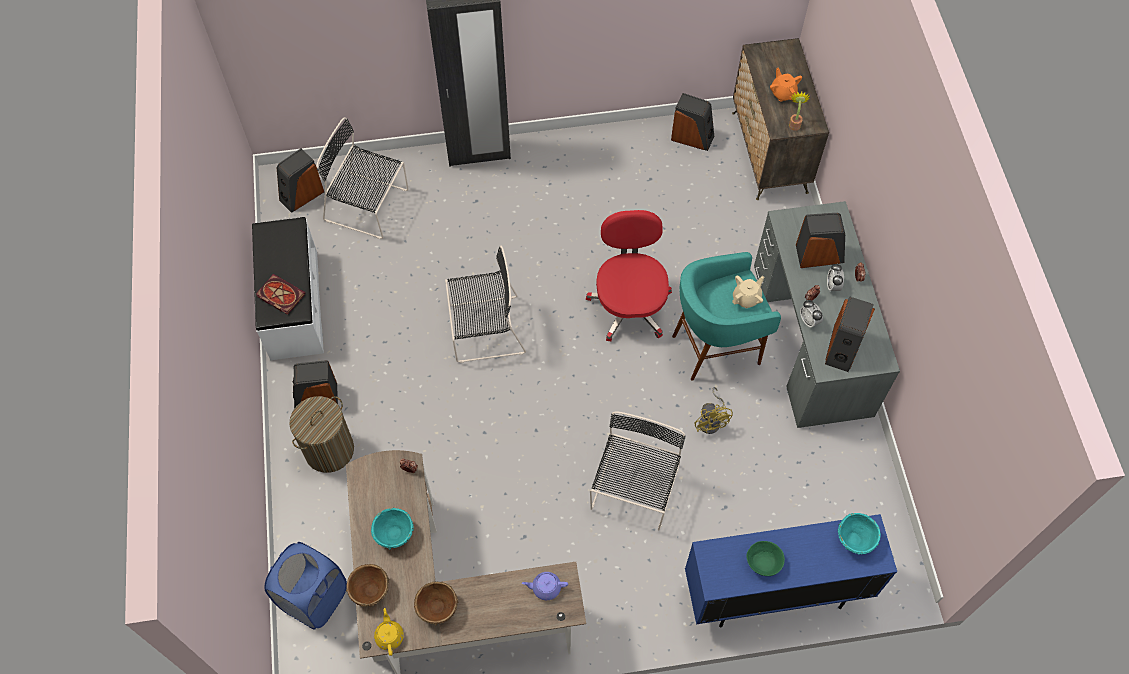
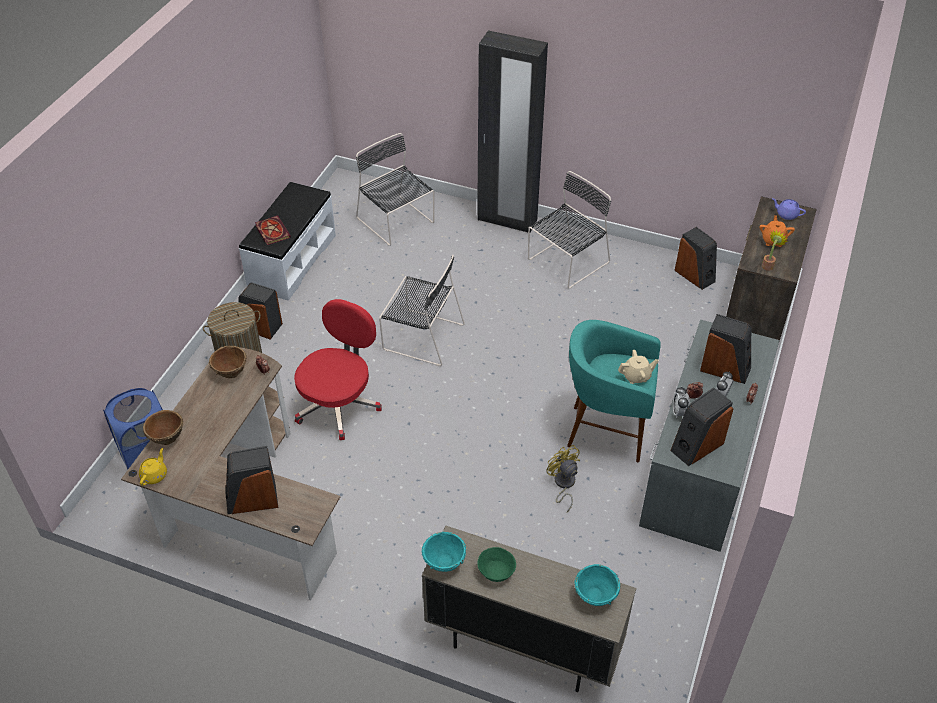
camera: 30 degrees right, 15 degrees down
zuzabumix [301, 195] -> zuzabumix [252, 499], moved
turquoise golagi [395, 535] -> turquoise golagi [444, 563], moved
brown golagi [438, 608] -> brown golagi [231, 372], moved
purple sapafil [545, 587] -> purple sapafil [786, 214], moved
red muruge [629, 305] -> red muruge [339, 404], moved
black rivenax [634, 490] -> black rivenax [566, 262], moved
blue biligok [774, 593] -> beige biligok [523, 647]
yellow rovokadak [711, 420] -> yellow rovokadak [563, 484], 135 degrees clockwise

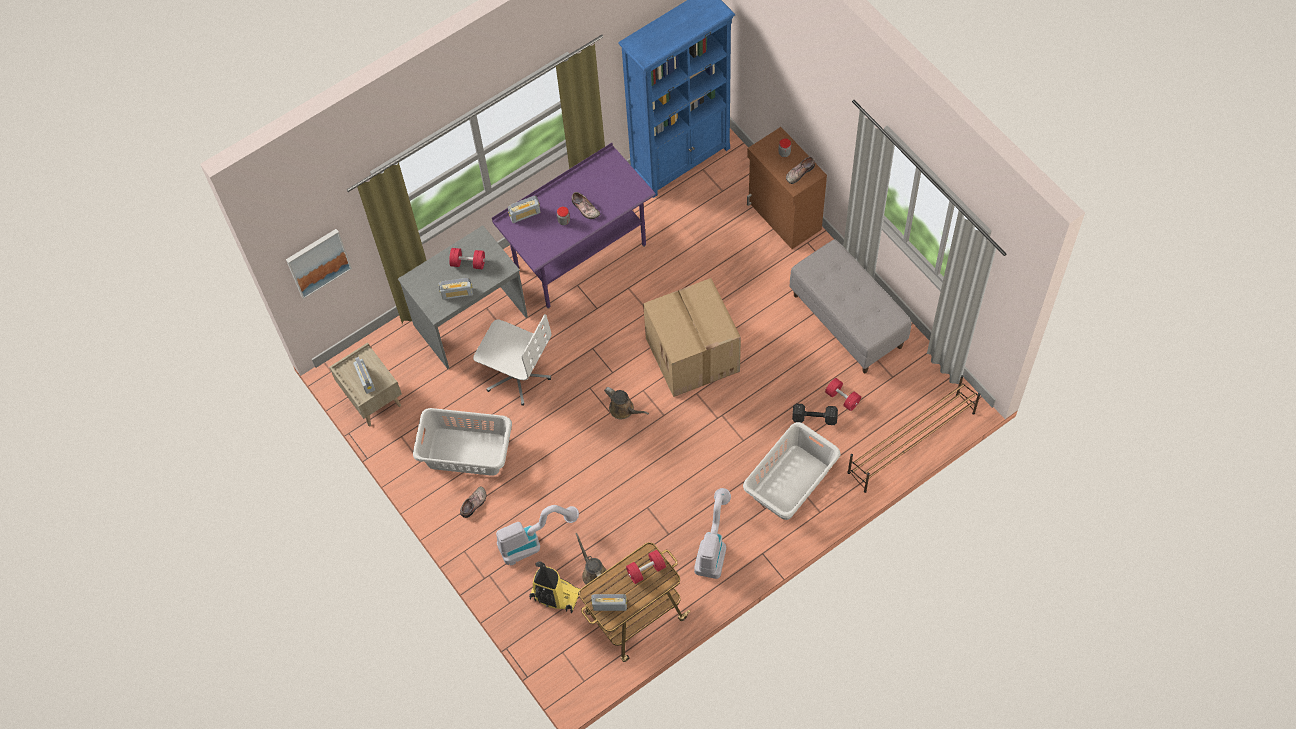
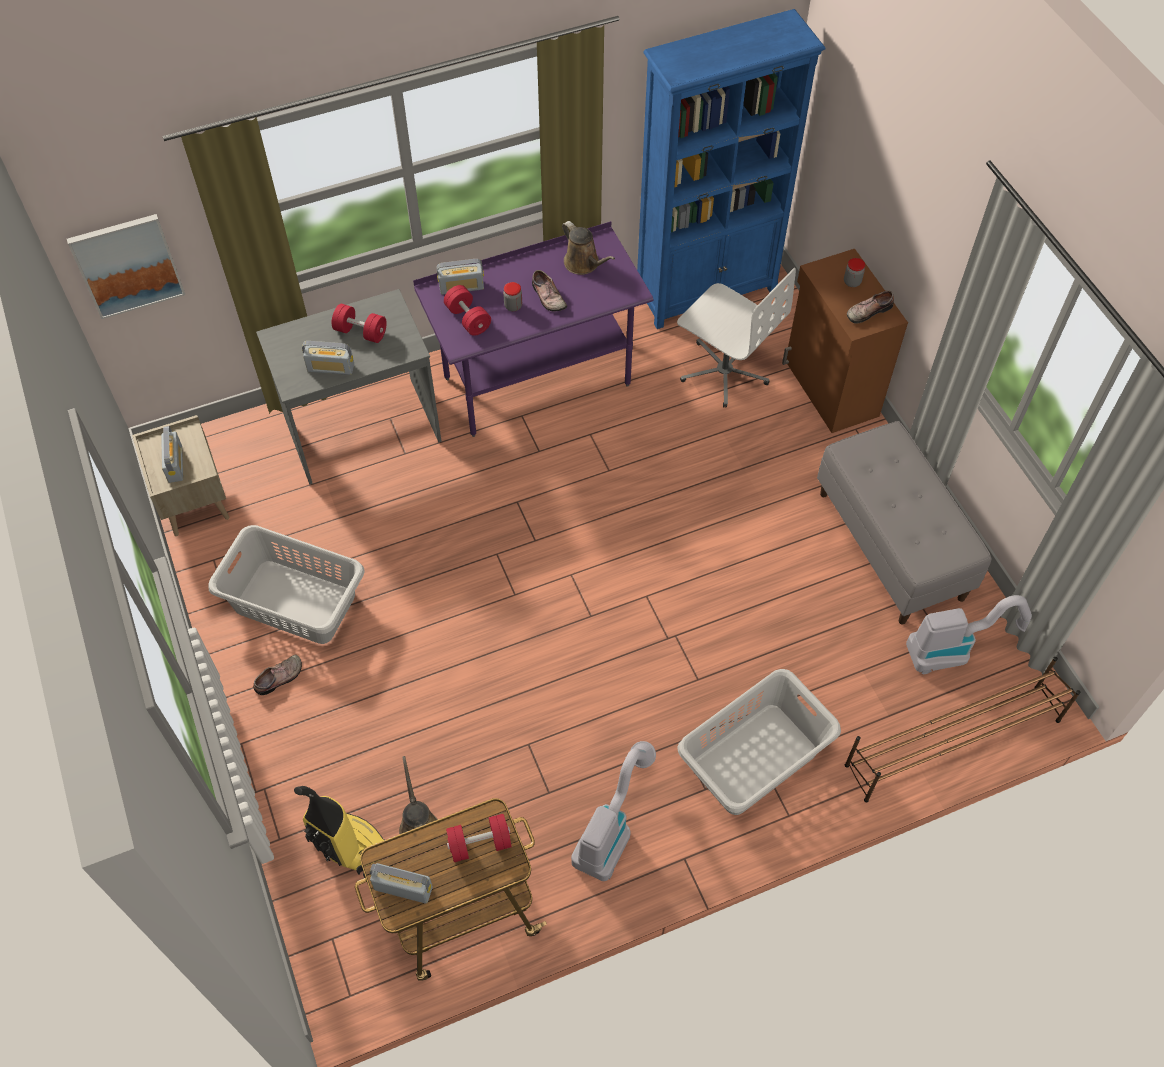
camera: 10 degrees right, 5 degrees down
white muruge [517, 375] -> white muruge [724, 371], moved
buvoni [533, 541] -> buvoni [957, 649], moved
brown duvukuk [623, 409] -> brown duvukuk [584, 264], moved
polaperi [694, 355] -> none
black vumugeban [815, 418] -> none
red vumugeban [842, 398] -> red vumugeban [468, 319], moved

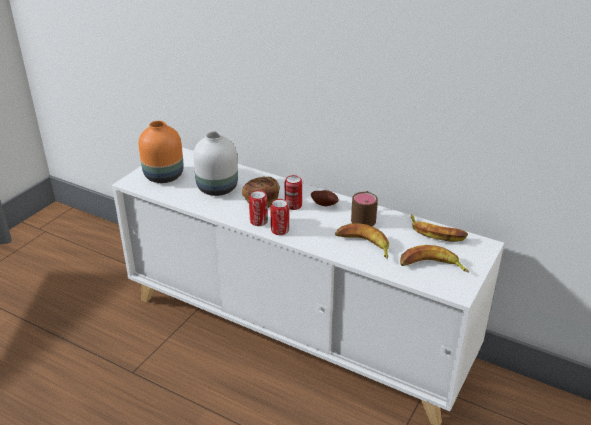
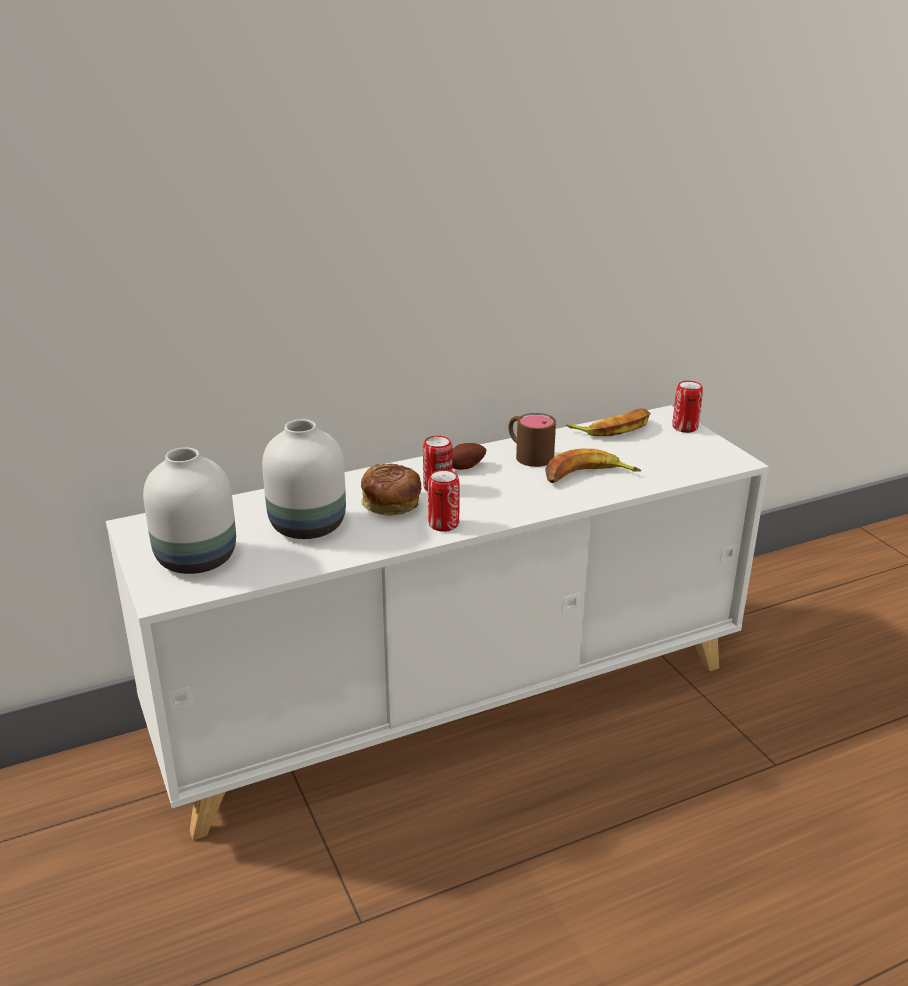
camera: 55 degrees left, 5 degrees down
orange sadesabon [164, 176] -> white sadesabon [199, 559]
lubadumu [280, 230] -> lubadumu [685, 427], moved
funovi [431, 266] -> none

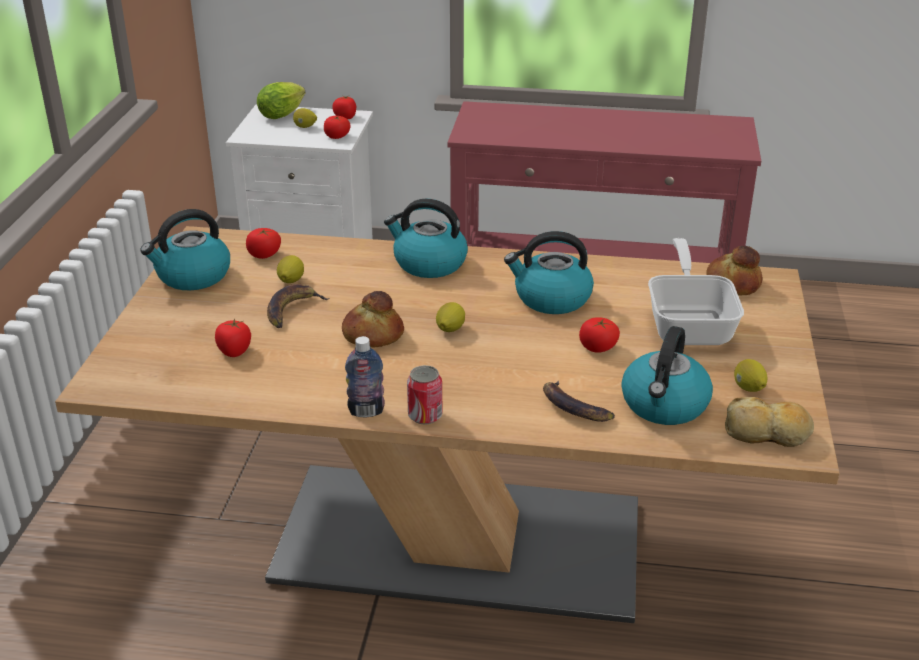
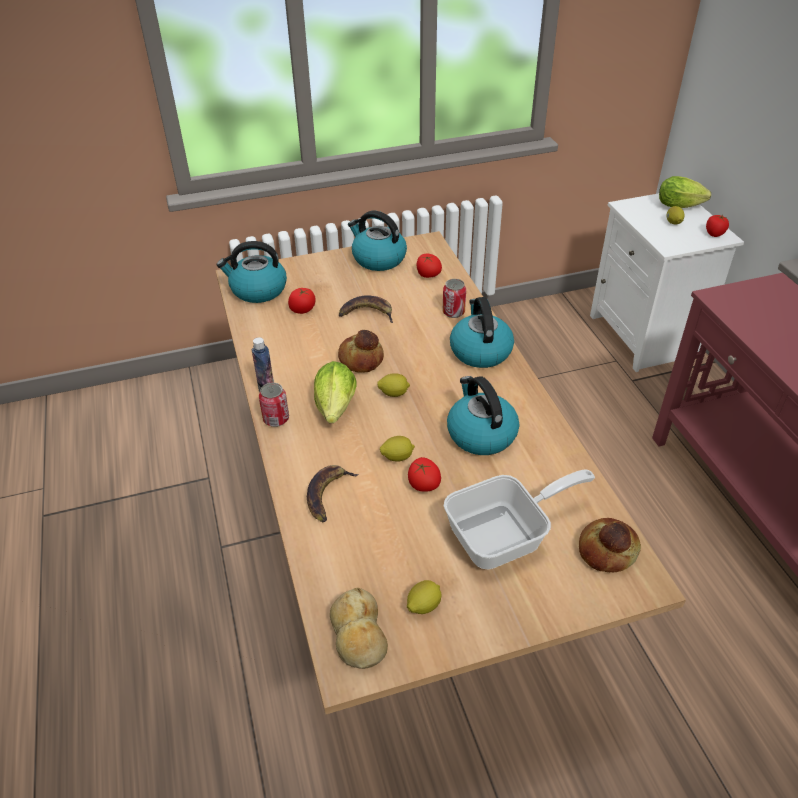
camera: 65 degrees right, 10 degrees up
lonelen [290, 281] -> lonelen [397, 457], moved
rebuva [337, 137] -> none
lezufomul [664, 405] -> lezufomul [257, 290], moved
none -> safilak [335, 410]
none -> lubadumu [453, 312]

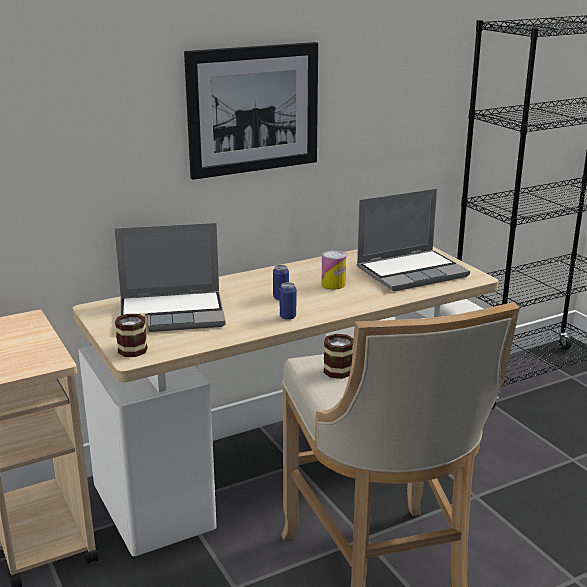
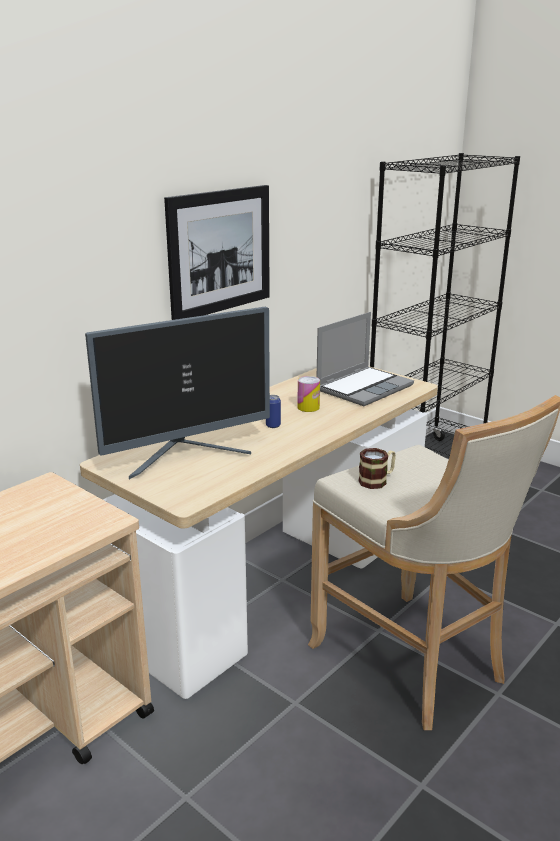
camera: 20 degrees left, 0 degrees up
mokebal [173, 313] -> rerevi [187, 455]
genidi [136, 347] -> none
lubadumu [288, 316] -> none

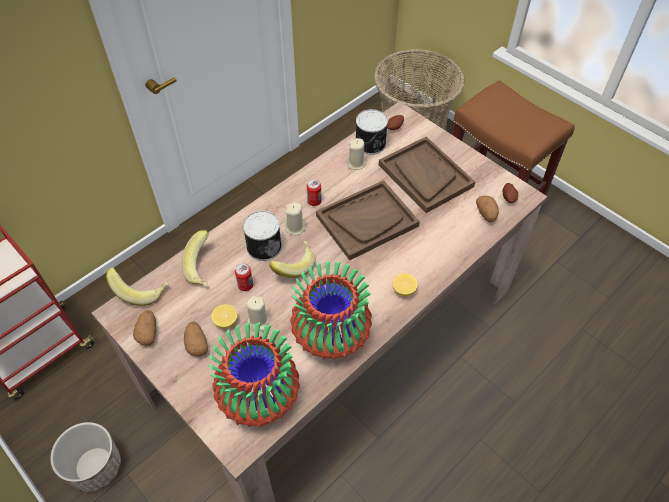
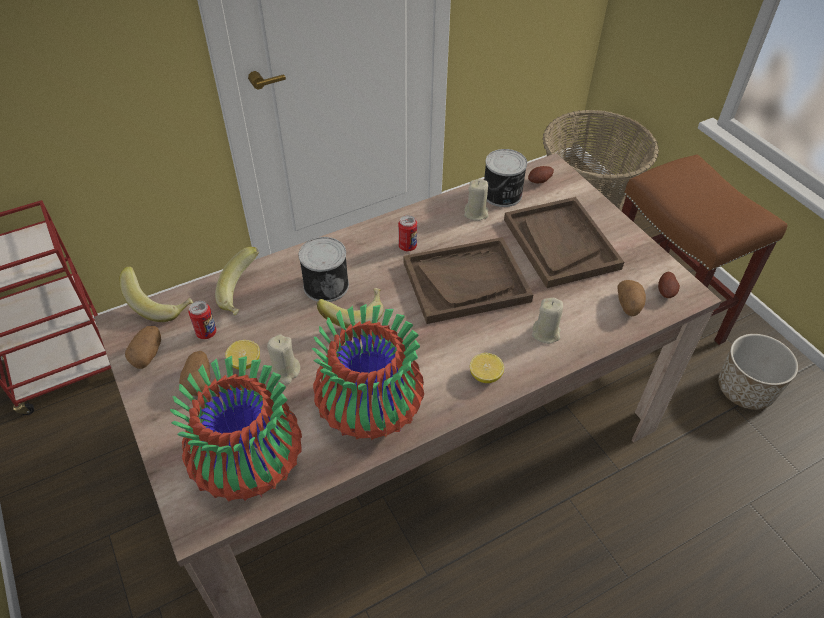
camera: 15 degrees right, 5 degrees down
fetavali [96, 467] -> fetavali [745, 389], moved
lubadumu [245, 285] -> lubadumu [206, 333], moved
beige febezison [295, 228] -> beige febezison [546, 333], moved

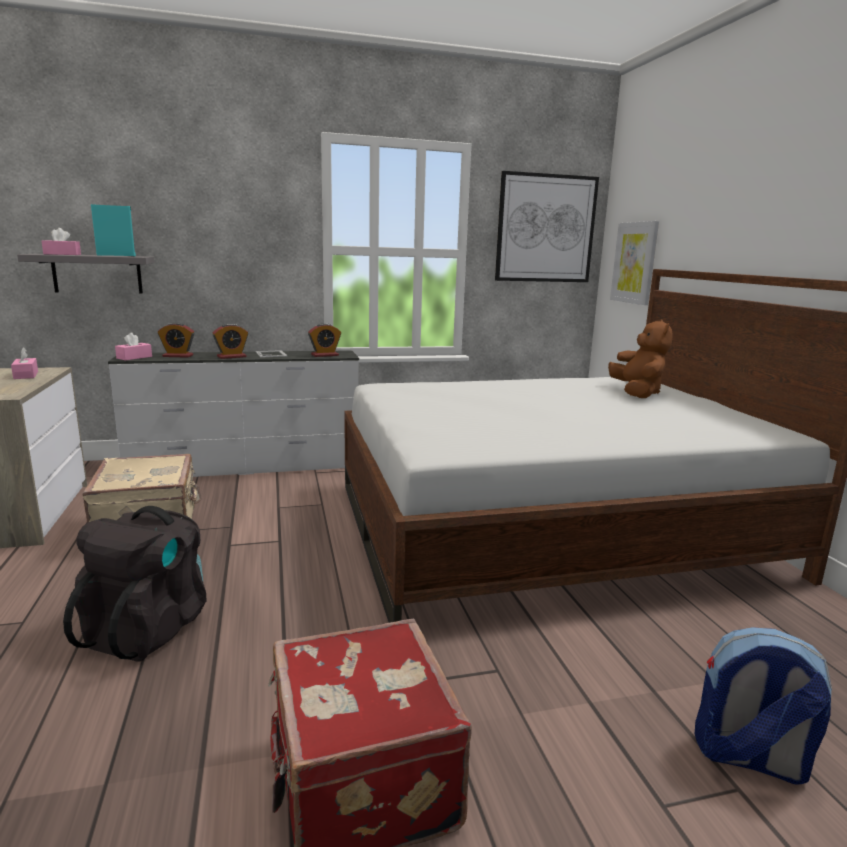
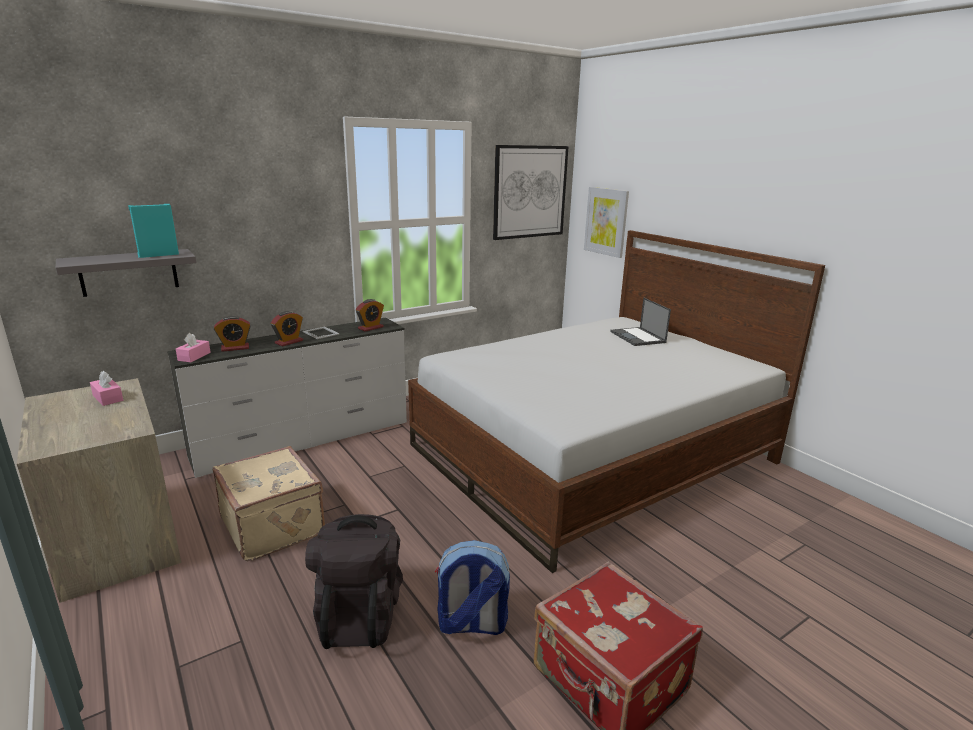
camera: 20 degrees left, 5 degrees up
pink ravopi [62, 254] -> none
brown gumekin [637, 393] -> mokebal [638, 337]
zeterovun [748, 758] -> zeterovun [471, 624], moved

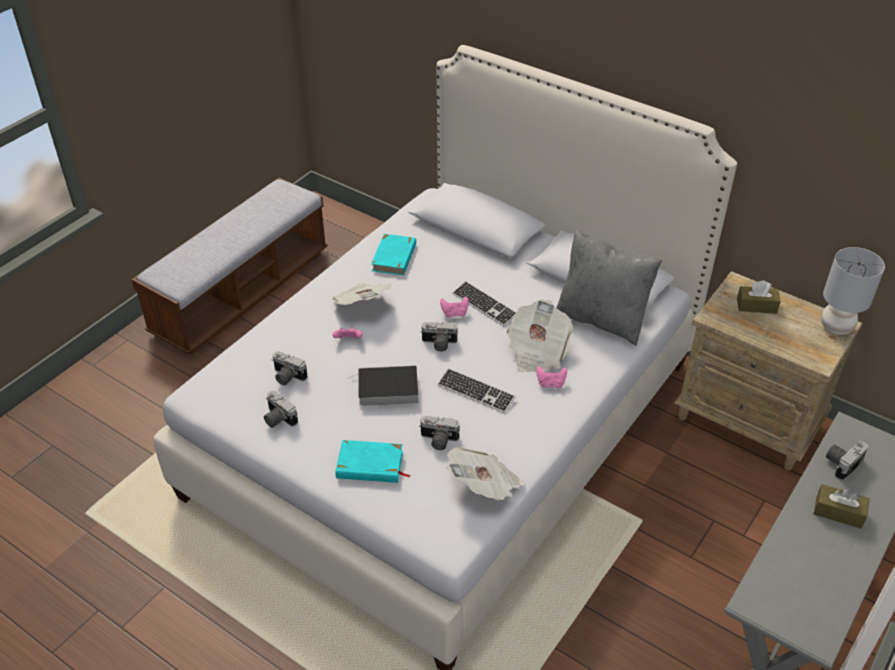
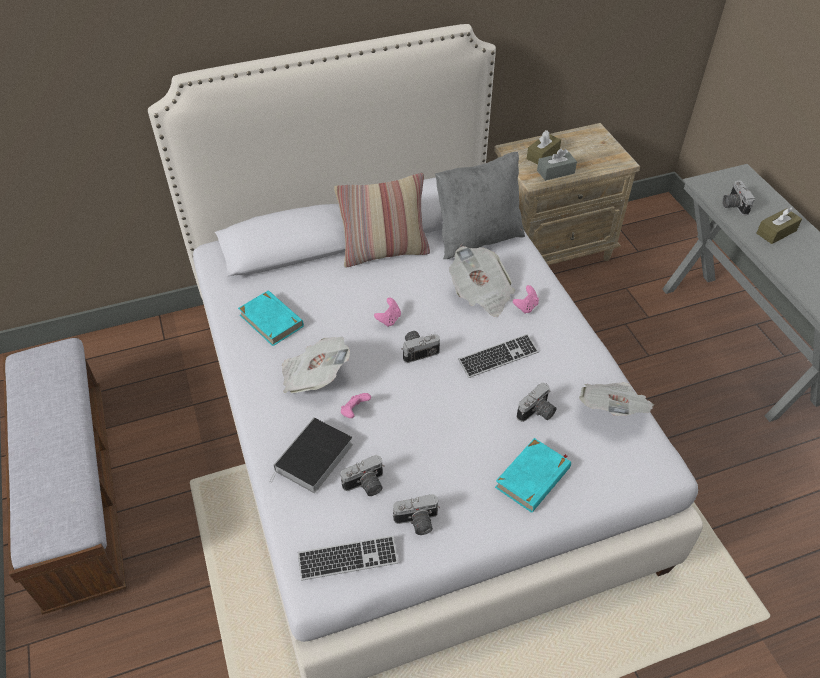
camera: 55 degrees left, 5 degrees up
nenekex [386, 389] -> nenekex [313, 459], moved
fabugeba [438, 344] -> fabugeba [418, 350], 150 degrees counterclockwise
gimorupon [484, 305] -> gimorupon [348, 559], moved
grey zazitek [836, 327] -> none
none -> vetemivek [384, 252]
none -> grey ravopi [555, 172]

